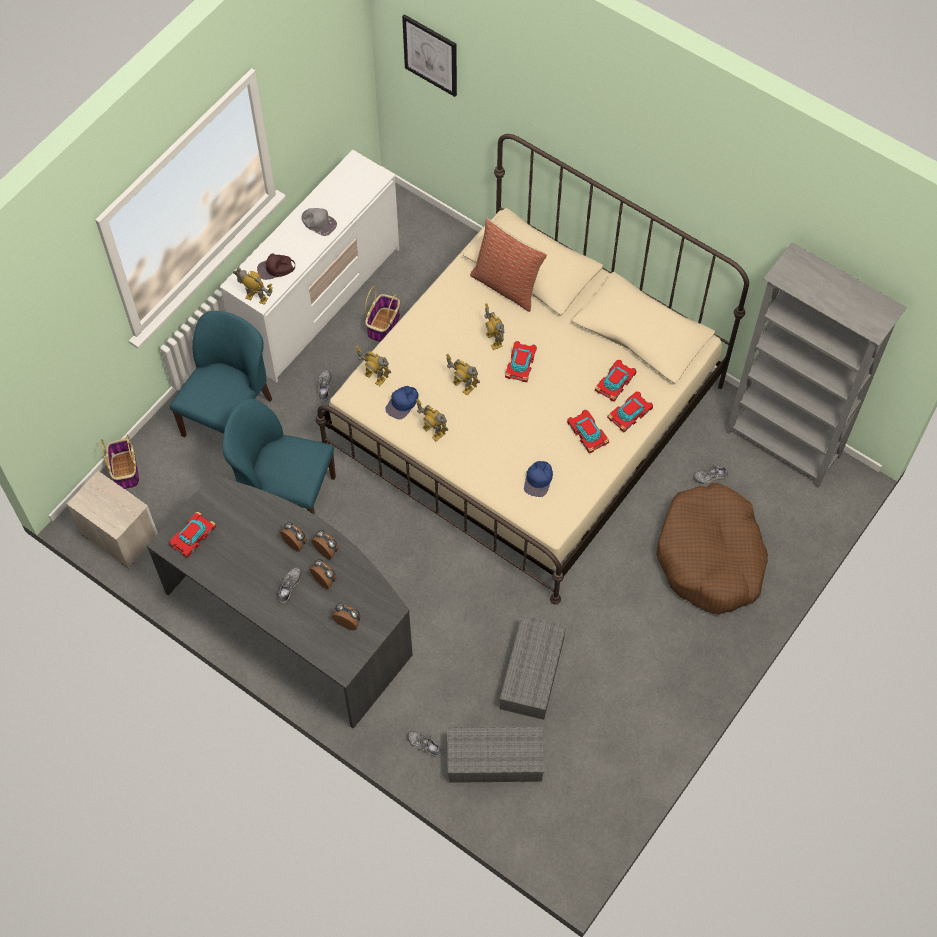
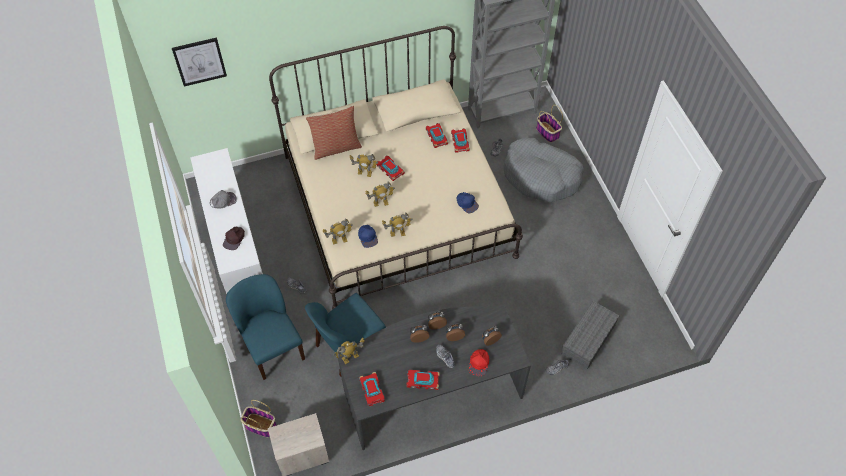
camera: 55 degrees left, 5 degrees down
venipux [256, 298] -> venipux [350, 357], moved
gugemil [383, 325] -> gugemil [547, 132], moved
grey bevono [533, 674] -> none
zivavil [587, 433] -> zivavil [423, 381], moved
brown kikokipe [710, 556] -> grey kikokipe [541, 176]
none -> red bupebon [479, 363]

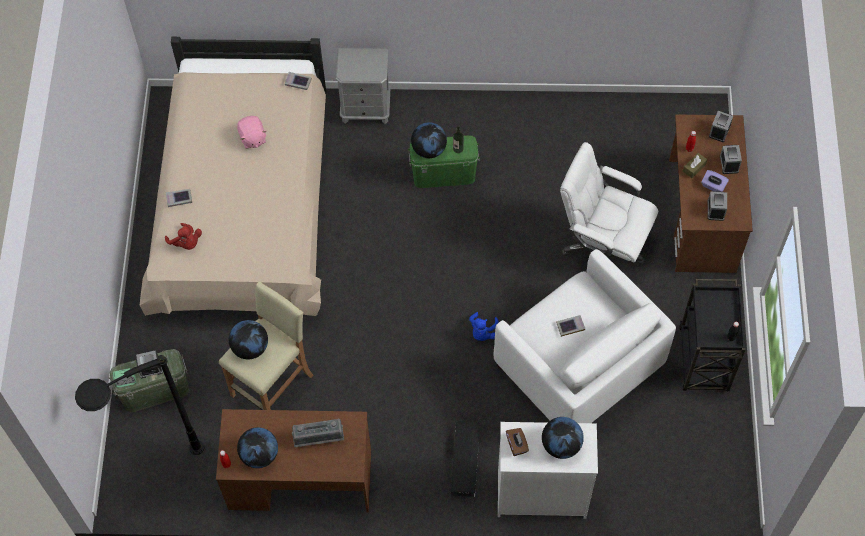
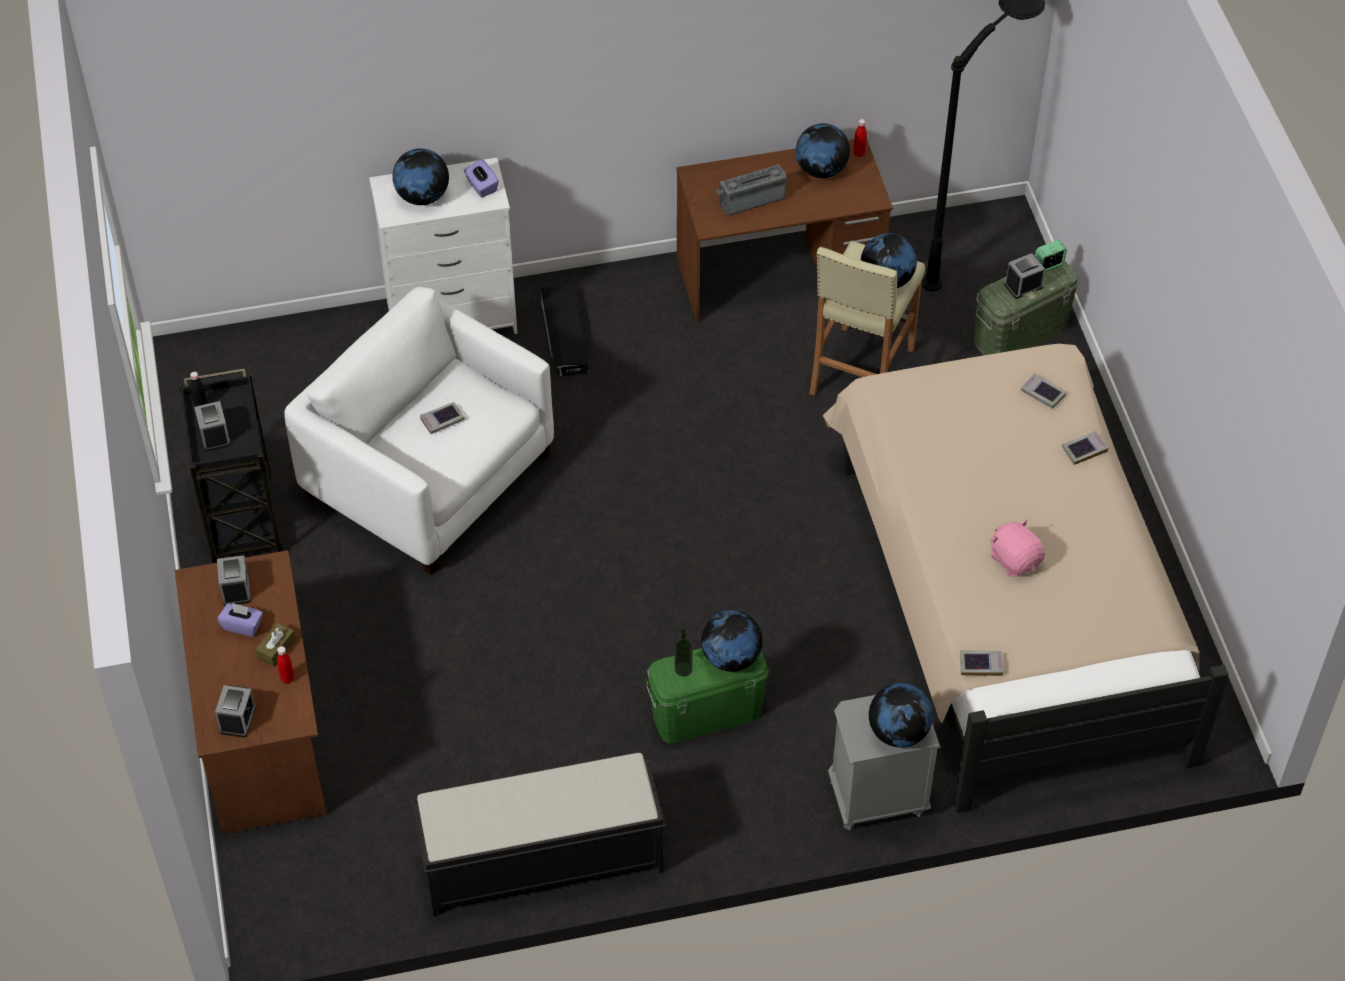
camera: 165 degrees right, 10 degrees down
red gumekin [186, 242] -> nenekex [1042, 393]
blue gumekin [482, 332] -> none
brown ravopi [517, 445] -> purple ravopi [481, 186]
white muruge [602, 247] -> none
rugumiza [729, 164] -> rugumiza [214, 435], moved
none -> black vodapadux [539, 861]
none -> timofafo [898, 732]

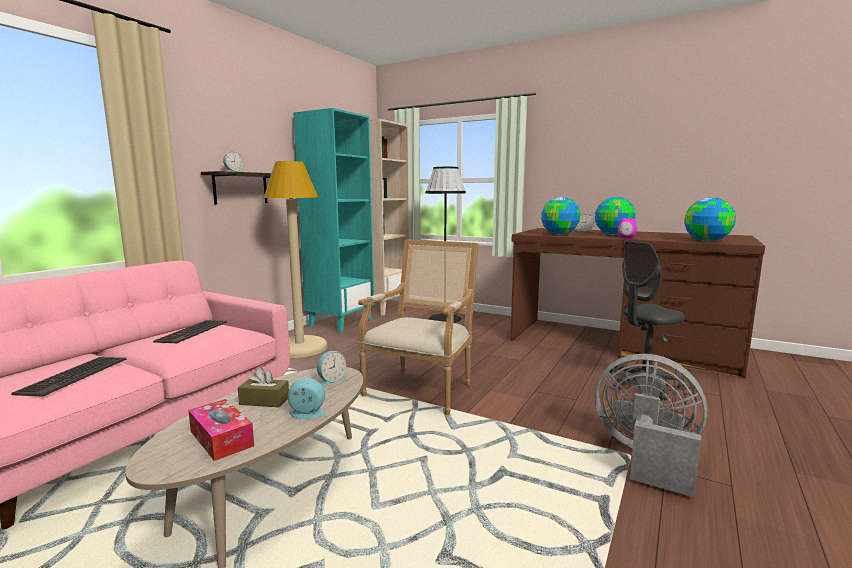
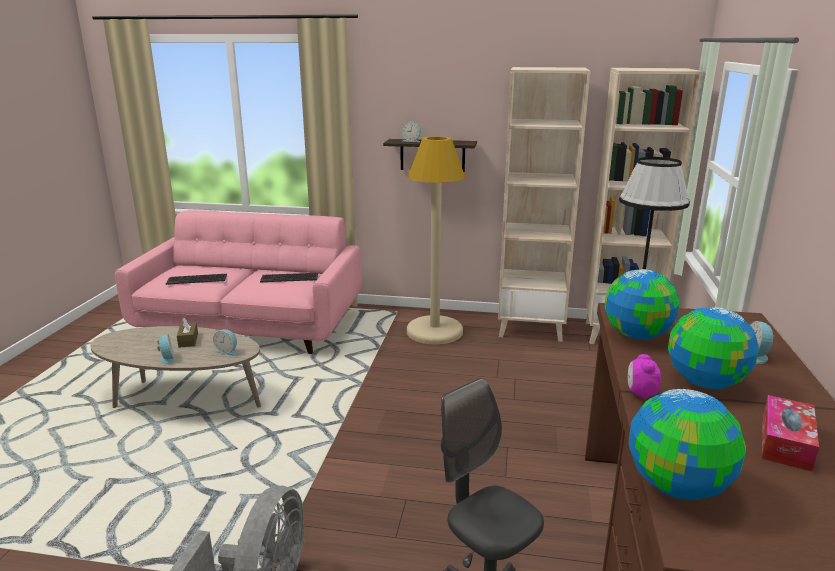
camera: 70 degrees right, 10 degrees up
ravopi [221, 438] -> ravopi [785, 442], moved
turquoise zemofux [340, 323] -> beige zemofux [531, 328]
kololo [422, 389] -> none

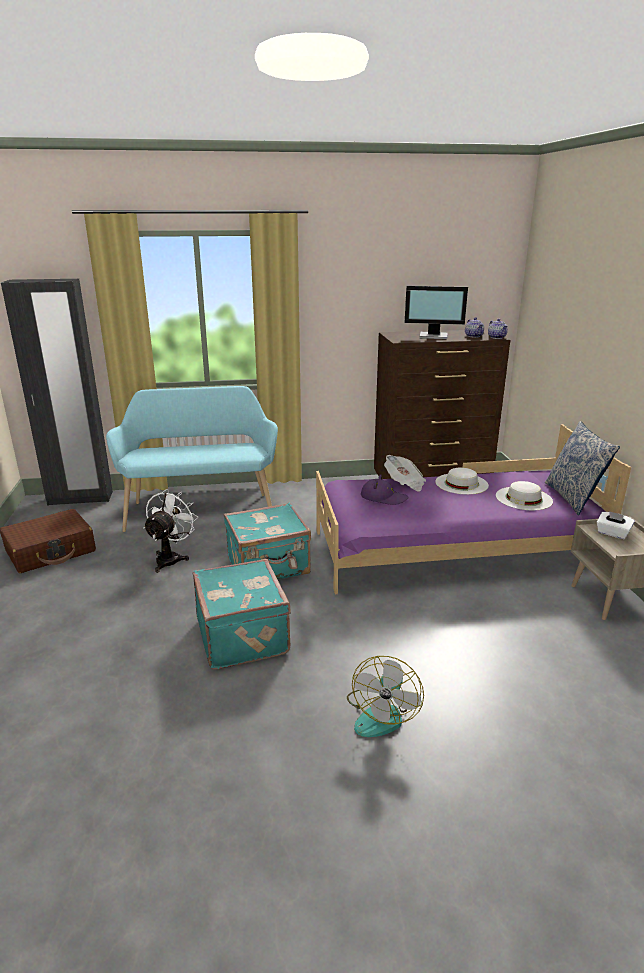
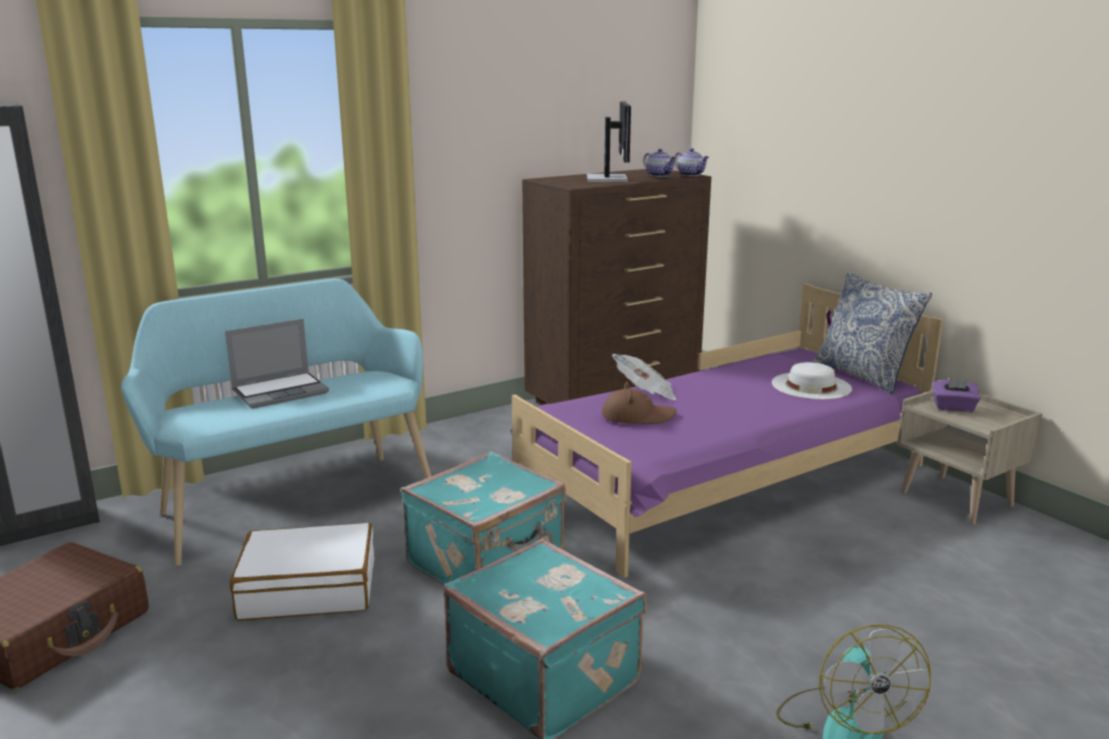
camera: 25 degrees left, 5 degrees down
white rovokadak [171, 558] -> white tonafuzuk [309, 589]
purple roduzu [383, 497] -> brown roduzu [637, 416]
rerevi [434, 336] -> rerevi [609, 179], 75 degrees counterclockwise
white roduzu [461, 483] -> none
white ravopi [612, 533] -> purple ravopi [953, 408]
none -> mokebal [281, 391]

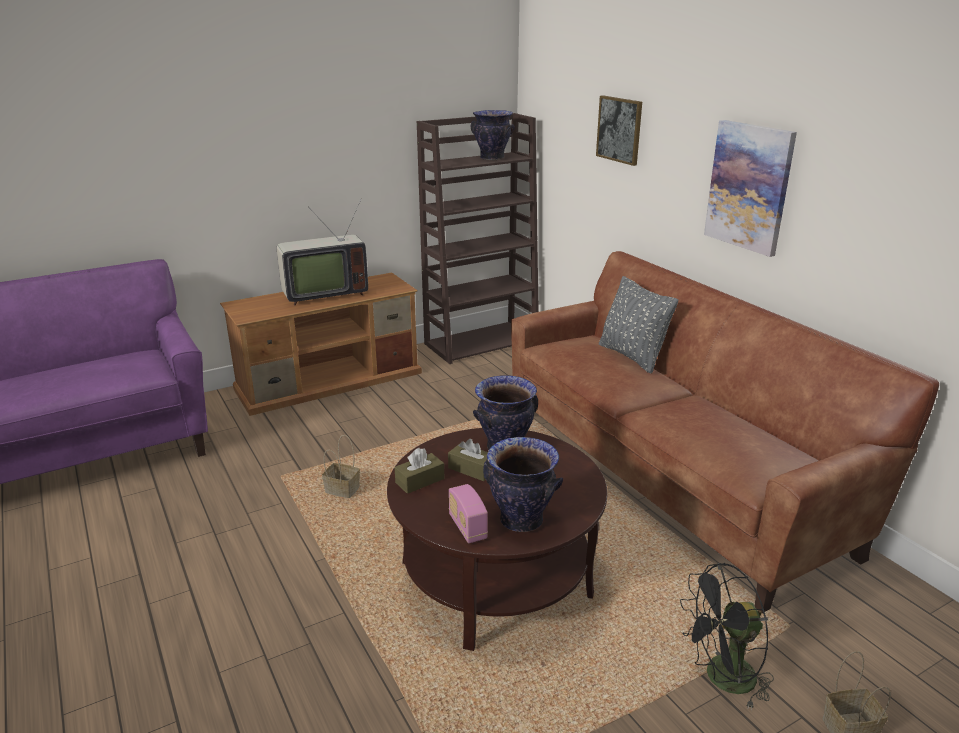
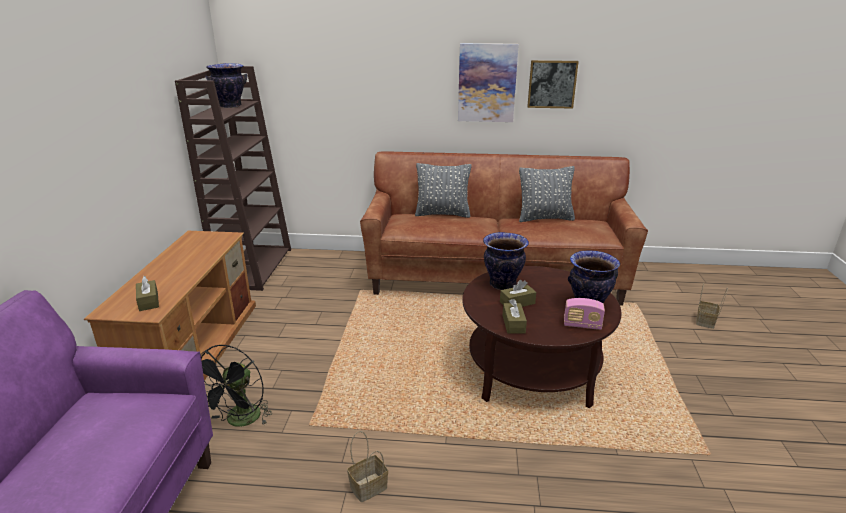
camera: 55 degrees left, 0 degrees up
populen [323, 294] -> none
gugemil [341, 490] -> gugemil [368, 488], moved
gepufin [619, 129] -> gepufin [552, 84], moved
black rovokadak [722, 679] -> black rovokadak [240, 421], moved
none -> brown ravopi [148, 301]
none -> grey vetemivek [544, 218]

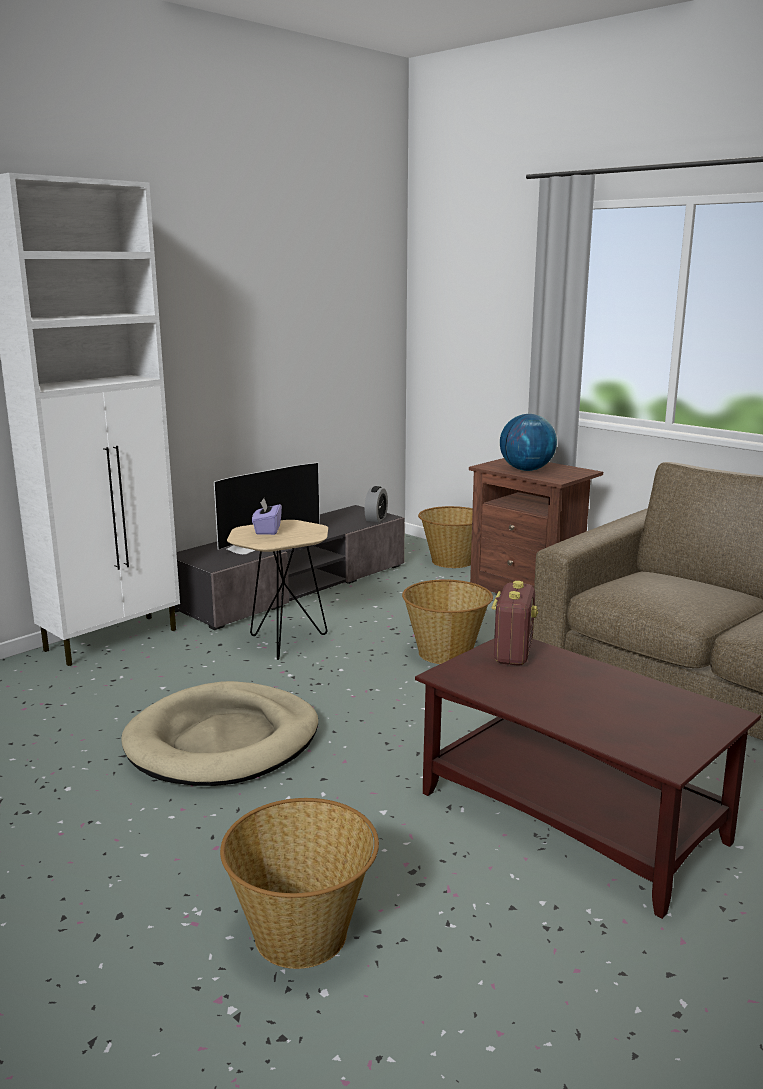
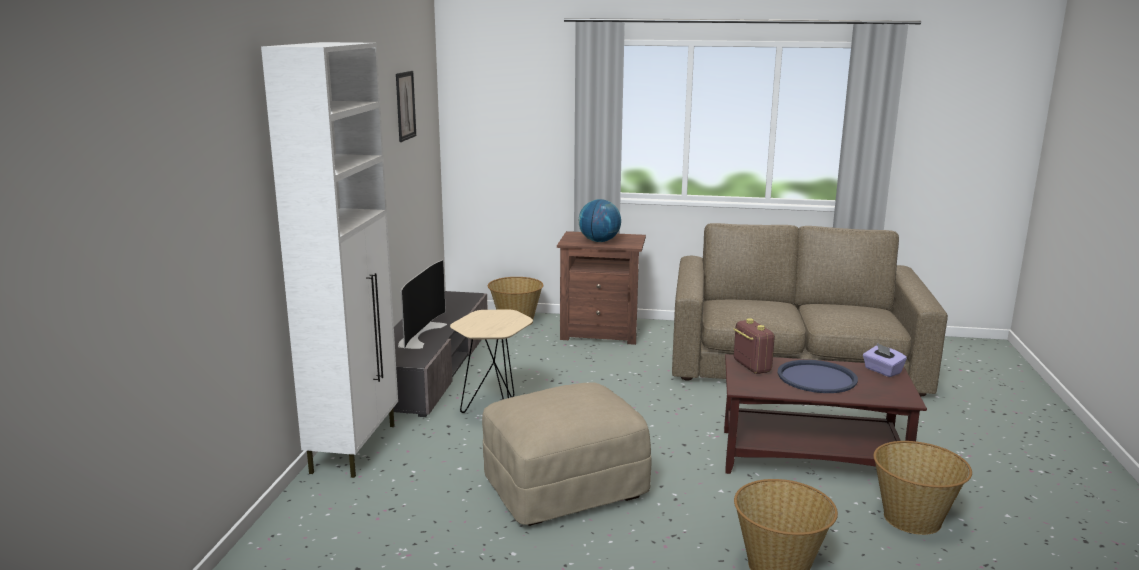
camera: 35 degrees left, 0 degrees up
beige kikokipe [223, 741] -> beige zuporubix [564, 487]
purple ravopi [267, 530] -> purple ravopi [882, 371], moved
rugumiza [376, 519] -> none
gugemil [446, 653] -> gugemil [913, 519], moved
none -> gepufin [405, 105]
none -> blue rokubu [817, 378]

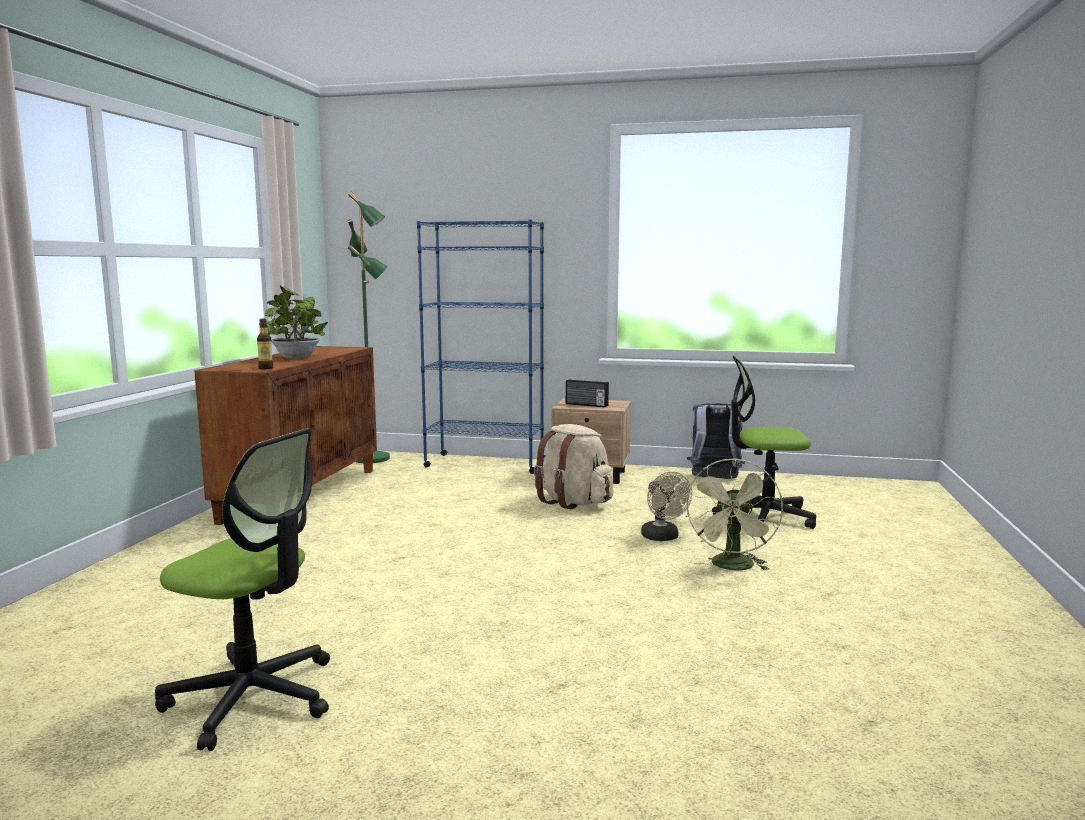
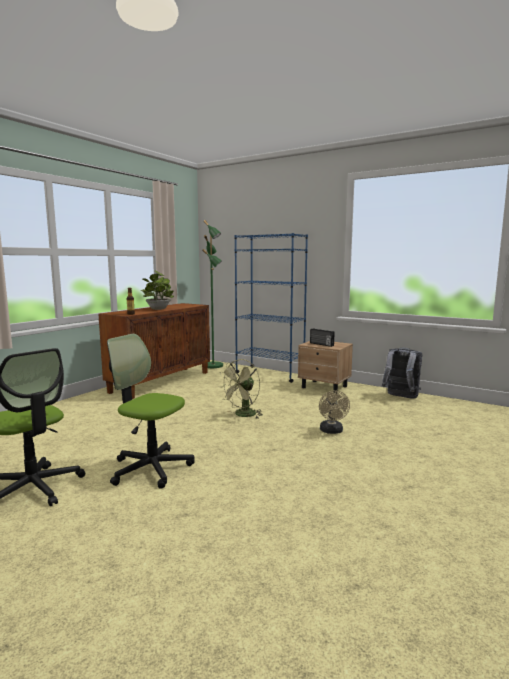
camera: 20 degrees right, 0 degrees up
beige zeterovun [573, 502] -> none
green rovokadak [733, 567] -> green rovokadak [242, 415], moved
muruge [764, 517] -> muruge [151, 468], moved

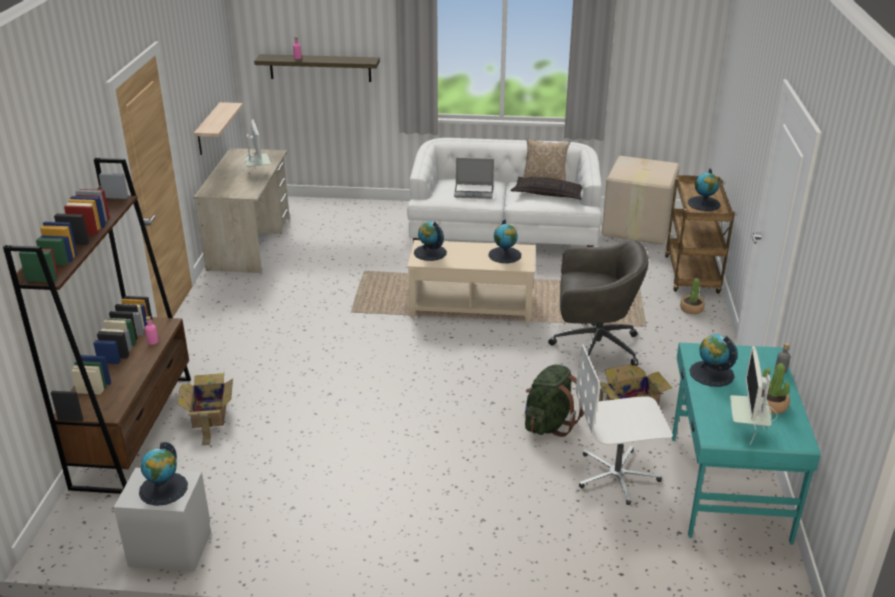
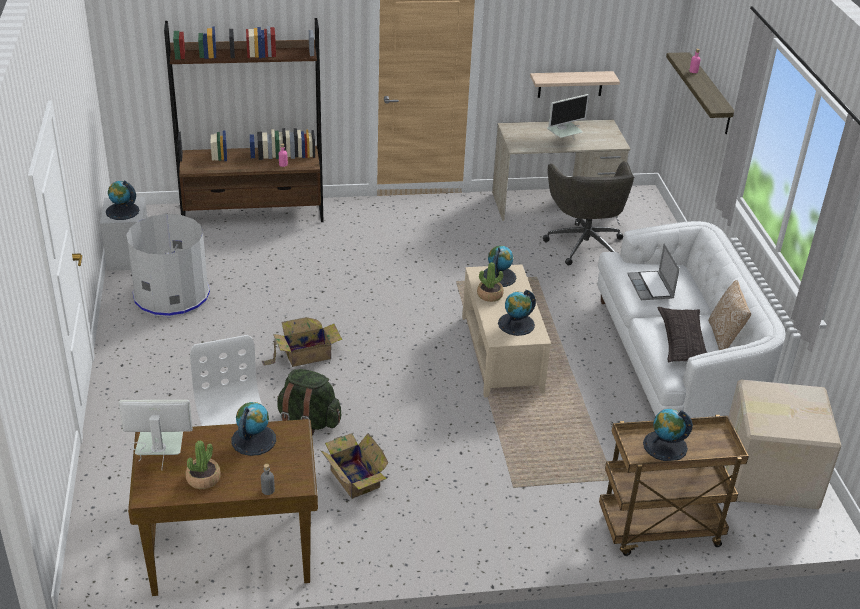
camera: 75 degrees right, 5 degrees up
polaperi [209, 415] -> polaperi [305, 354], moved
grey muruge [593, 347] -> grey muruge [584, 244], moved
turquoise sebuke [726, 488] -> brown sebuke [230, 549]
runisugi [691, 309] -> runisugi [490, 295], moved
none -> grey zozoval [171, 295]

